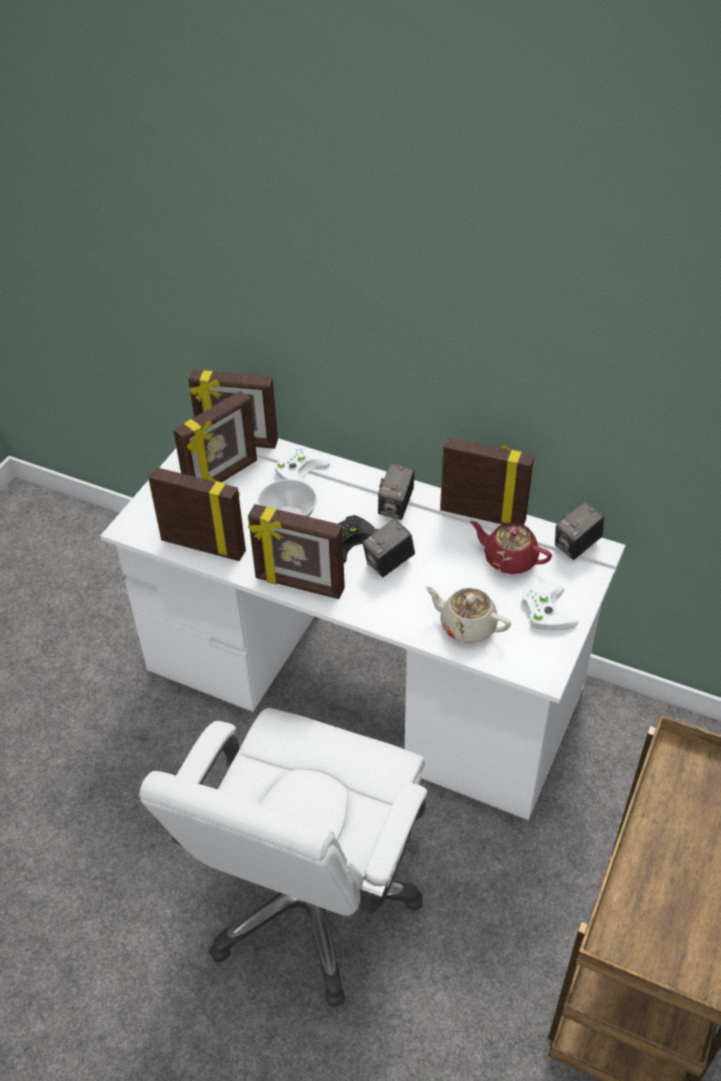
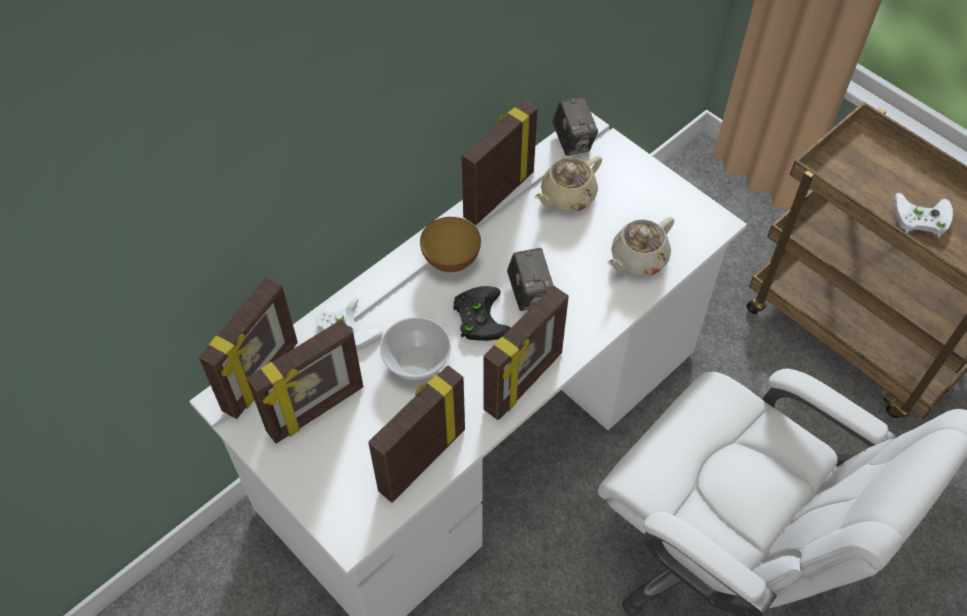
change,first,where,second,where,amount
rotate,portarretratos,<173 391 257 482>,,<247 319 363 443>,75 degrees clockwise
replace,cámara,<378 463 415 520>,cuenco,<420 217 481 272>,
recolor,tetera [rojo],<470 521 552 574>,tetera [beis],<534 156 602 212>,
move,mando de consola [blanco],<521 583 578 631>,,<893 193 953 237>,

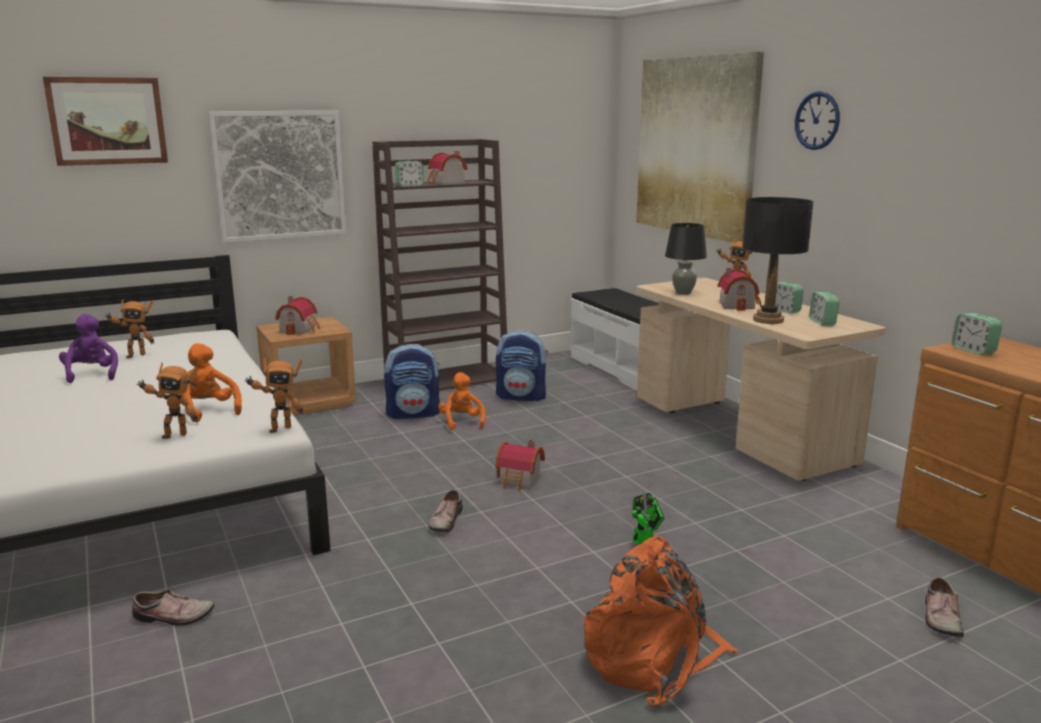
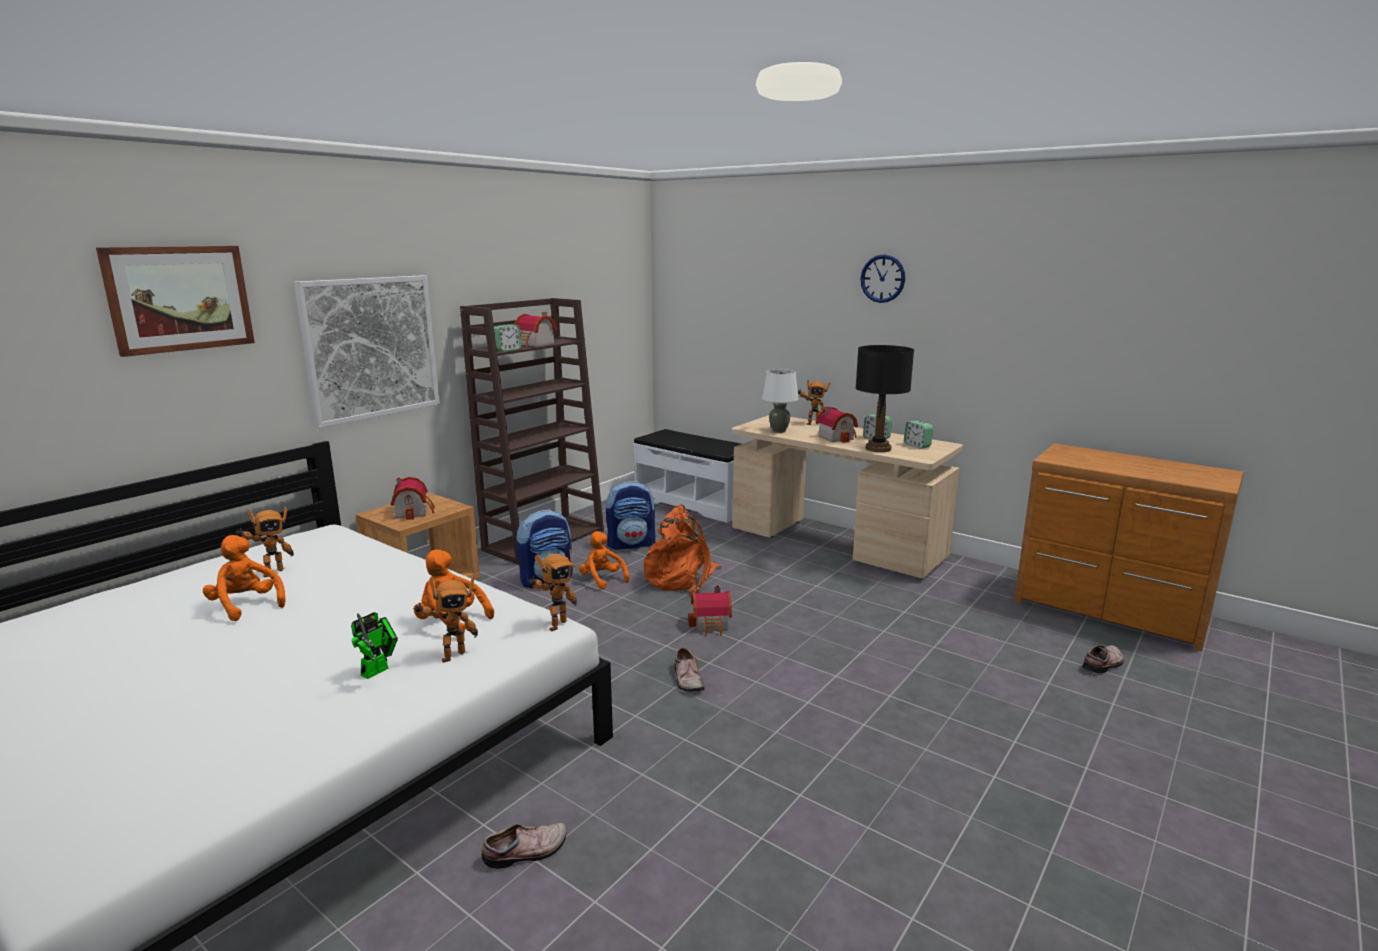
change,first,where,second,where,amount
recolor,peluche [morado],<59 314 118 383>,peluche [naranja],<203 535 286 621>,
move,mochila [naranja],<584 536 739 707>,,<643 504 723 594>,
move,robot de juguete,<632 492 665 545>,,<351 612 398 679>,
delete,cuadro,<636 51 764 243>,,,
recolor,lámpara de mesa [negro],<665 223 707 295>,lámpara de mesa [blanco],<762 369 799 433>,
rotate,zapato,<925 577 964 637>,,<1082 645 1124 674>,120 degrees counterclockwise
delete,despertador,<952 313 1002 355>,,,

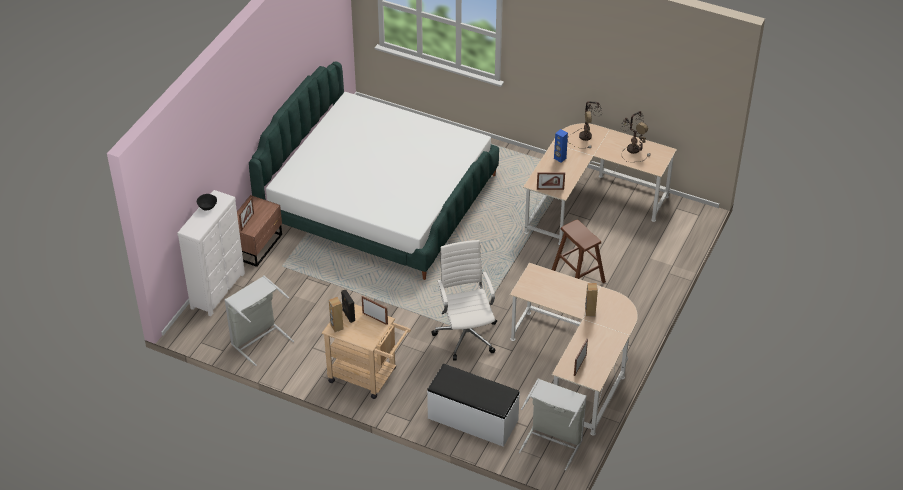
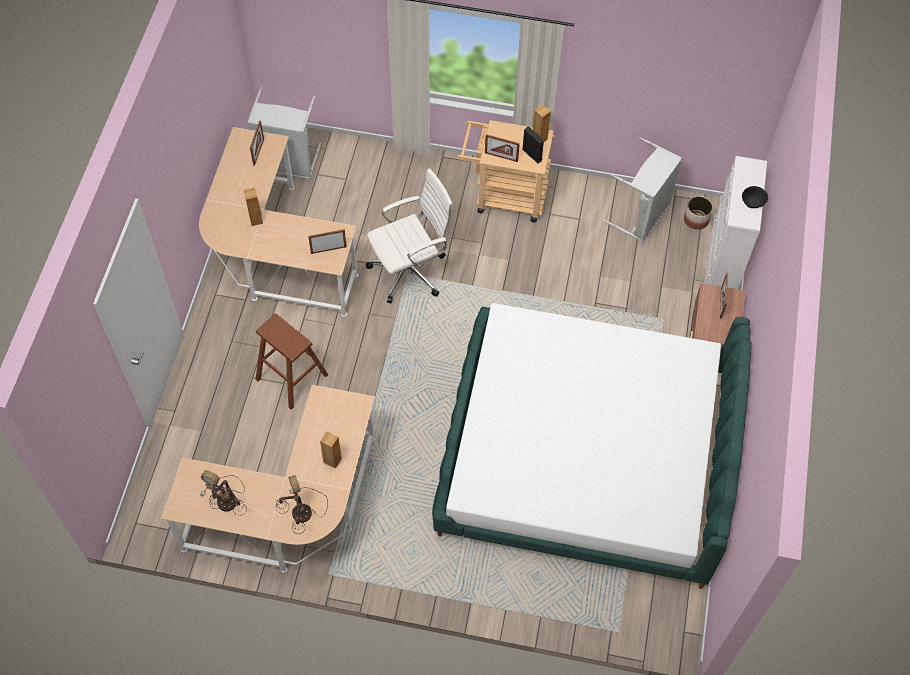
change,first,where,second,where,amount
delete,banco [blanco],<427 364 520 447>,,,
rotate,silla de oficina [blanco],<431 240 497 360>,,<366 168 453 303>,90 degrees counterclockwise
move,portarretratos,<537 172 565 190>,,<308 229 347 254>,
recolor,altavoz [azul],<554 129 568 162>,altavoz [marrón],<320 431 342 469>,
insert,,,maceta,<684 196 713 230>,

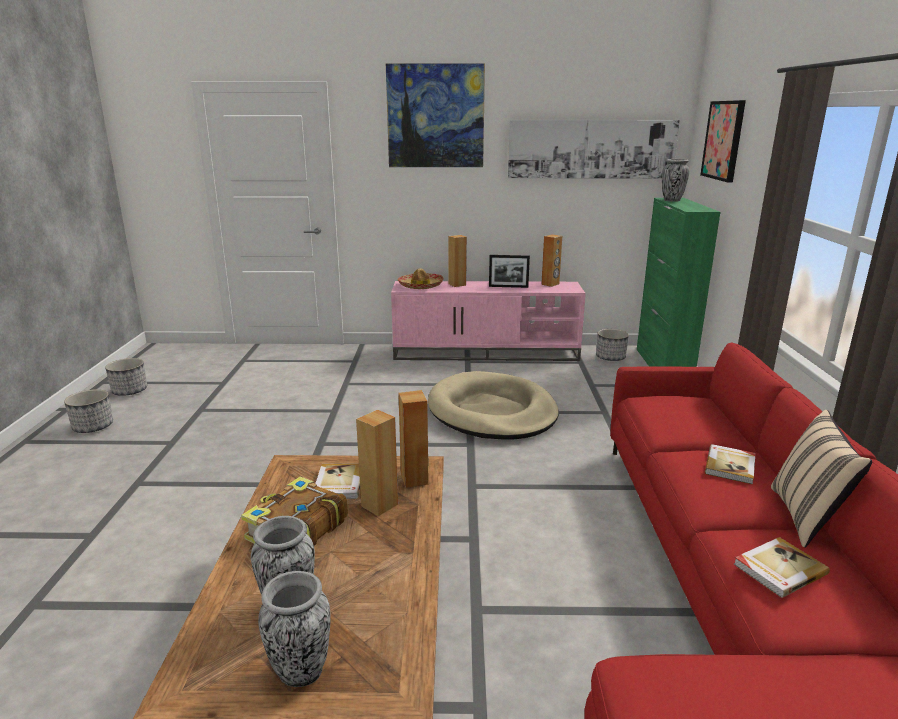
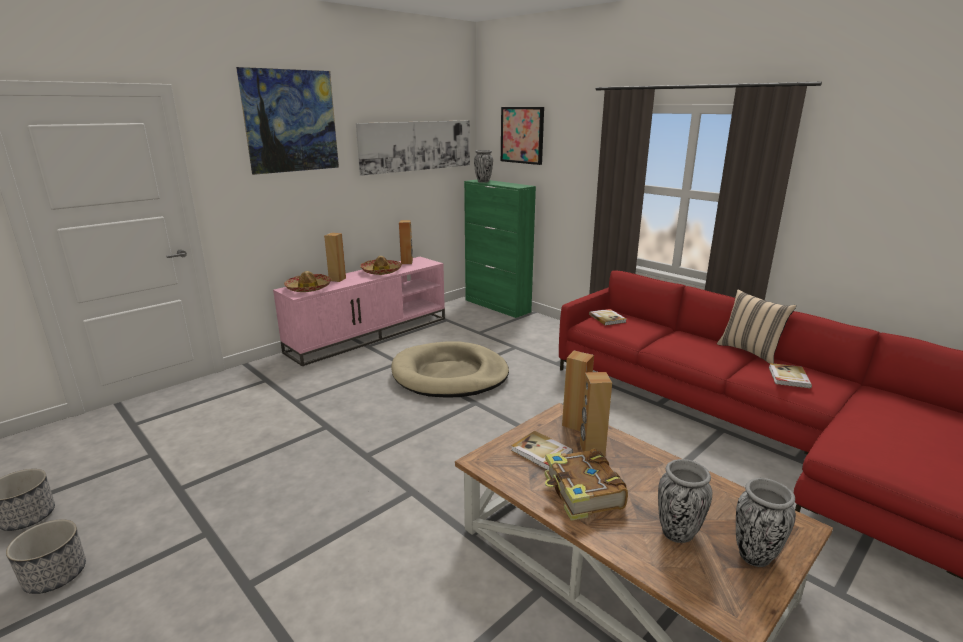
change,first,where,second,where,amount
replace,portarretratos,<489 255 530 288>,sombrero,<360 256 402 275>,
delete,maceta,<596 329 629 361>,,,
move,libro,<705 444 755 484>,,<589 309 626 326>,

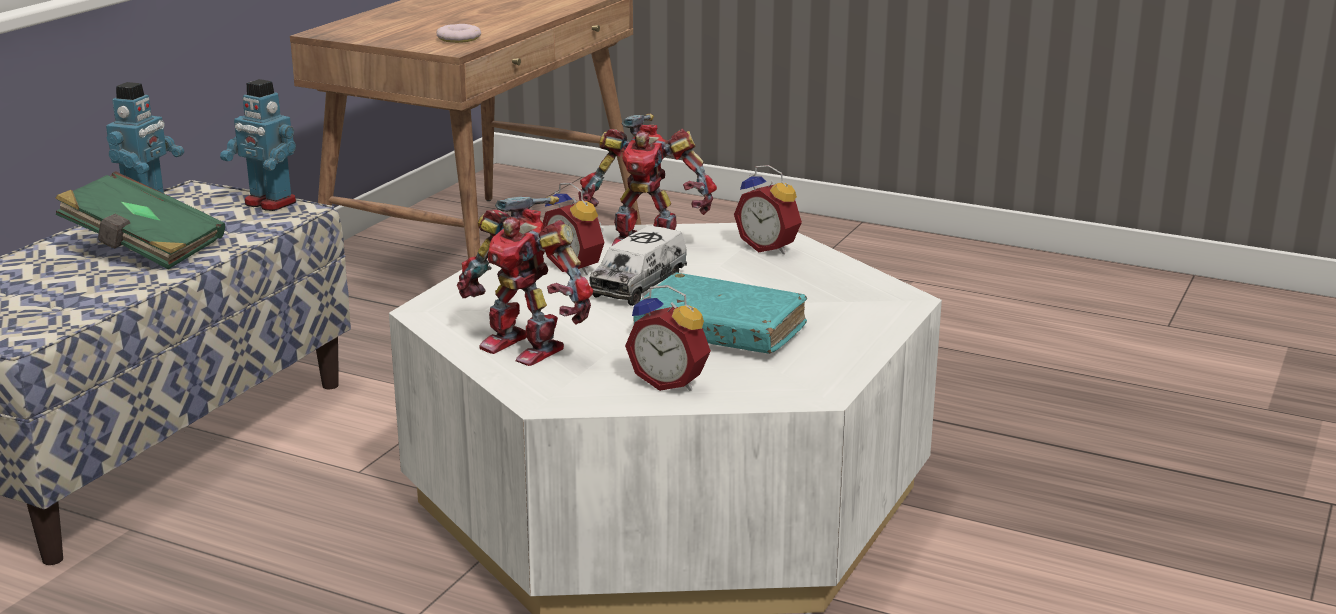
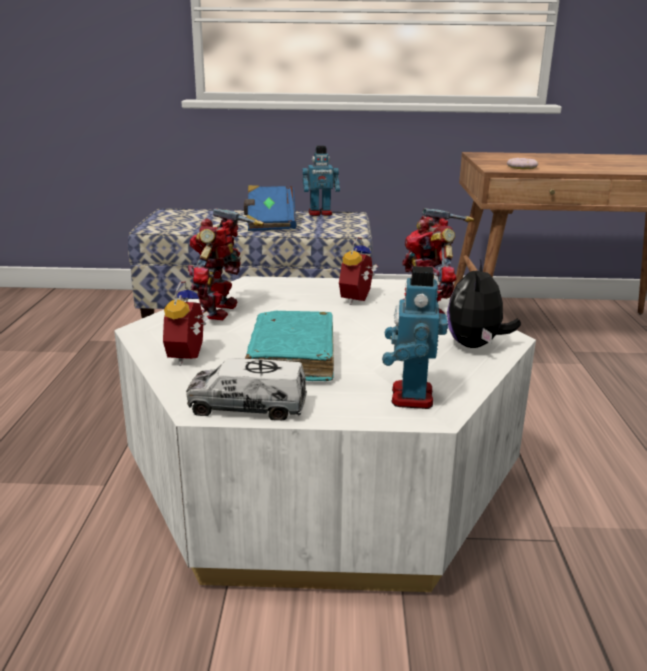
change,first,where,second,where,amount
recolor,libro [verde],<56 171 225 269>,libro [azul],<244 185 296 231>,
move,robot de juguete,<220 79 296 211>,,<382 266 448 409>,
move,camión de juguete,<589 226 687 306>,,<186 358 307 420>,
replace,despertador,<734 165 802 254>,peluche,<447 260 521 348>,

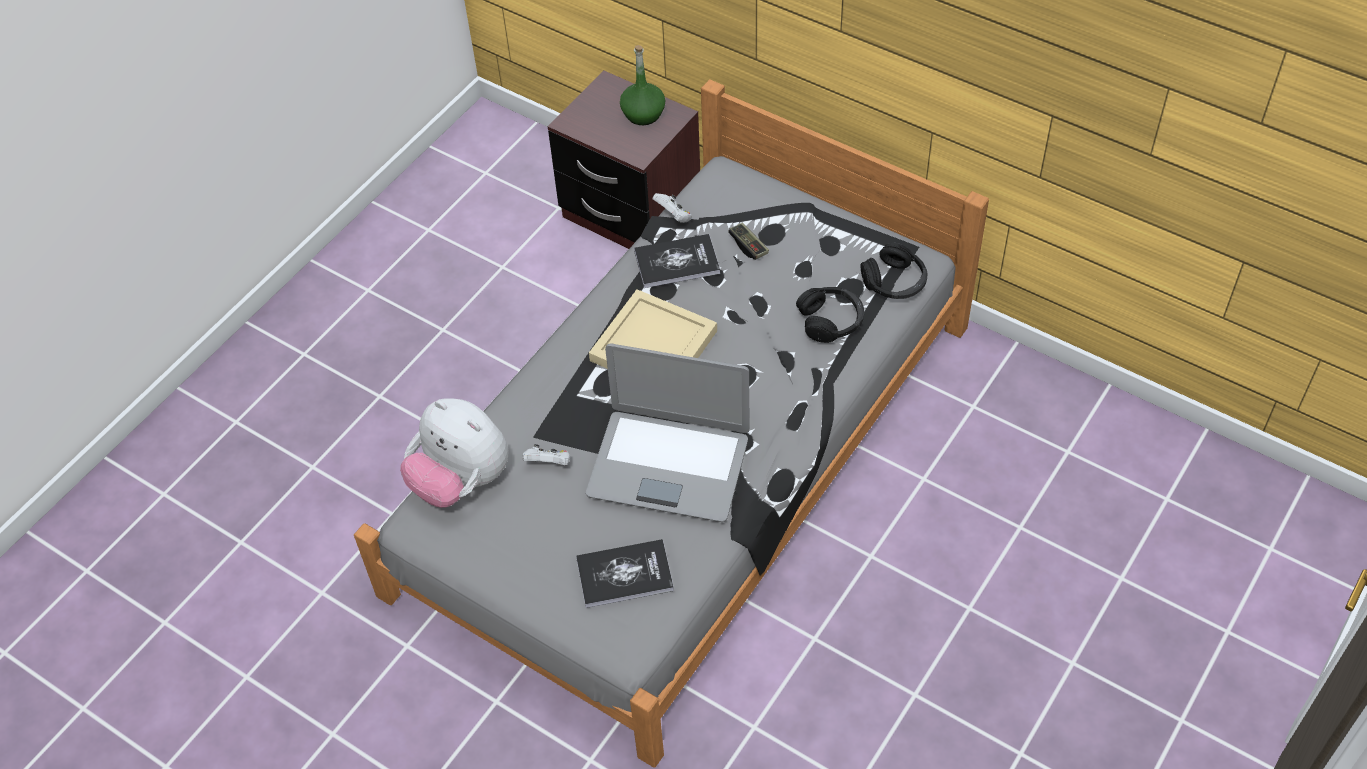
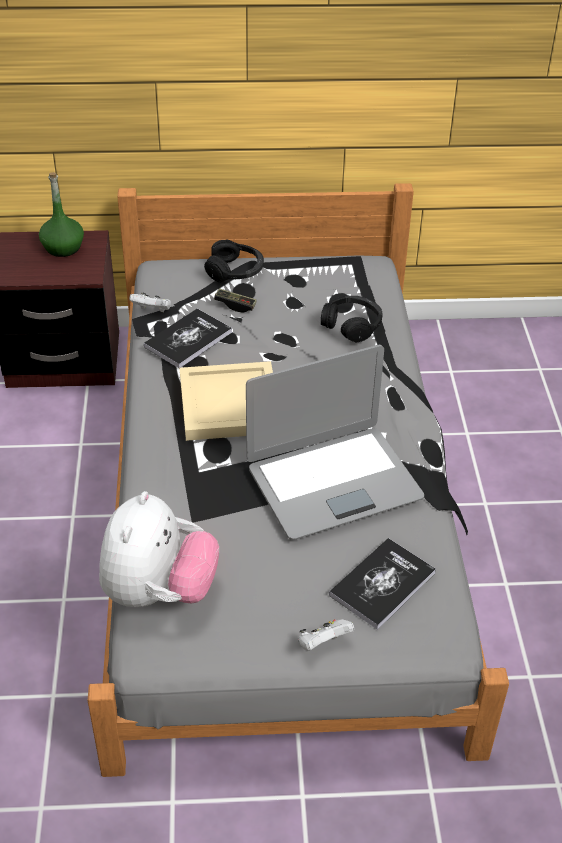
change,first,where,second,where,amount
rotate,peluche,<400 398 509 508>,,<99 491 219 607>,75 degrees counterclockwise
move,mando de consola [blanco],<522 444 570 465>,,<298 619 354 650>,
move,auriculares [negro],<861 242 927 299>,,<204 239 264 282>,

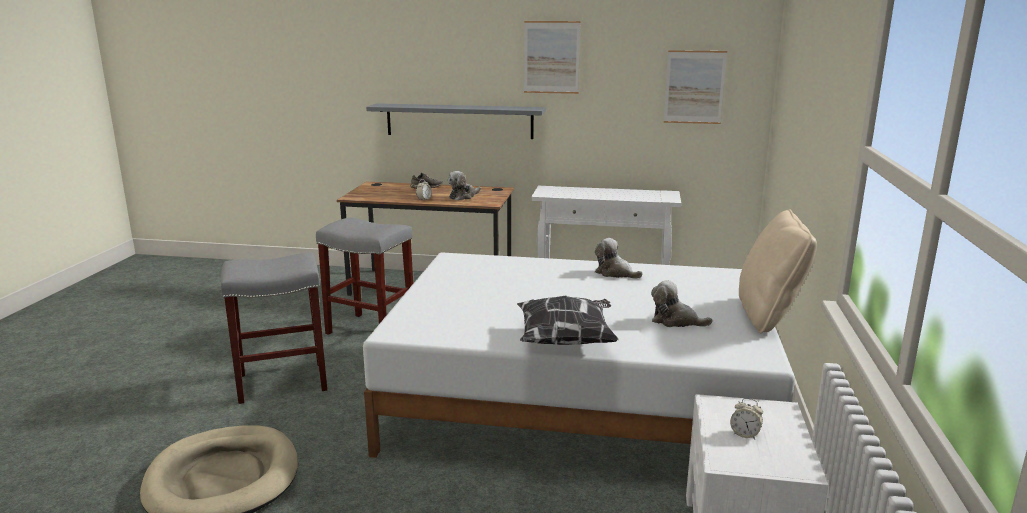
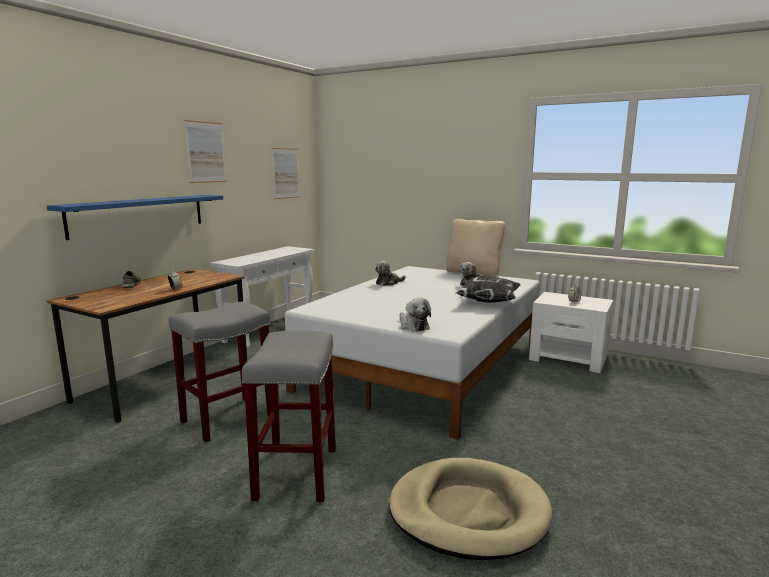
change,first,where,second,where,amount
recolor,estante [gris],<366 103 546 139>,estante [azul],<47 195 223 240>,
move,peluche,<448 171 481 201>,,<400 298 431 332>,

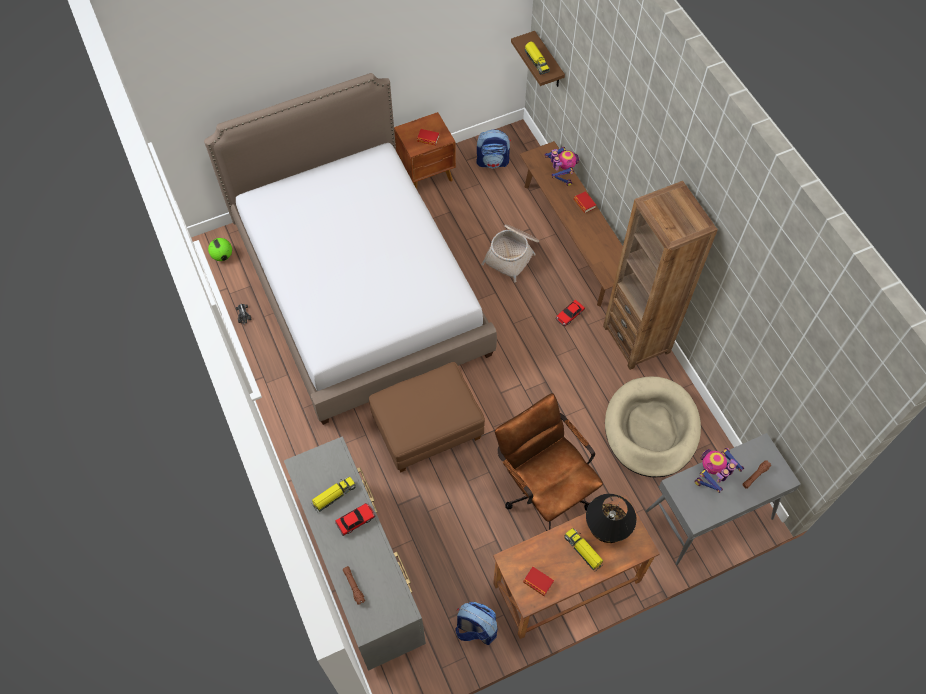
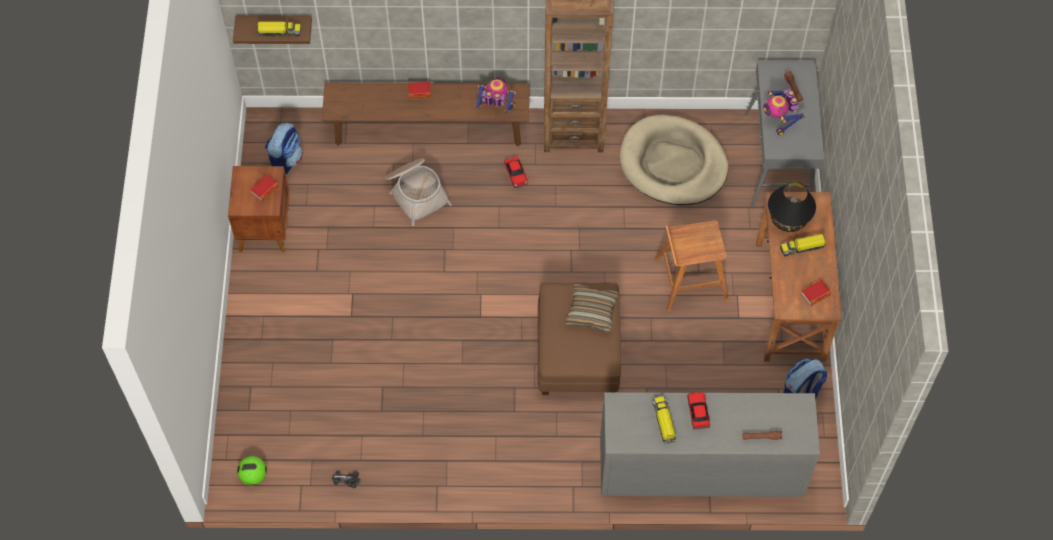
change,first,where,second,where,amount
delete,cama,<204 73 497 425>,,,
replace,silla de oficina [marrón],<495 393 603 530>,taburete [marrón],<655 221 728 312>,
move,robot de juguete,<544 147 579 186>,,<475 77 516 113>,
insert,,,cojín,<565 284 618 331>,

